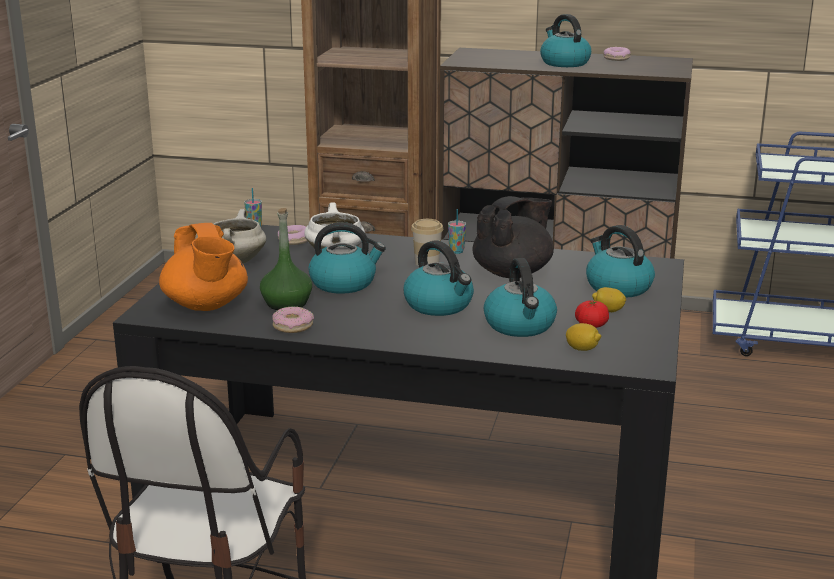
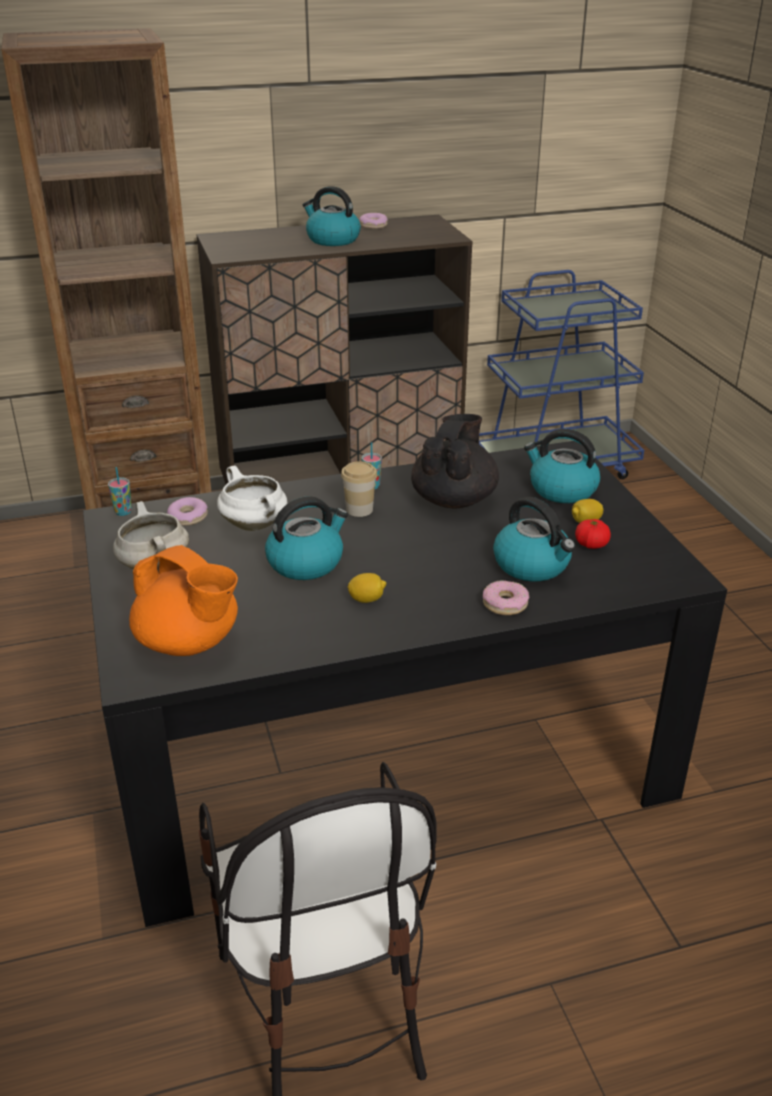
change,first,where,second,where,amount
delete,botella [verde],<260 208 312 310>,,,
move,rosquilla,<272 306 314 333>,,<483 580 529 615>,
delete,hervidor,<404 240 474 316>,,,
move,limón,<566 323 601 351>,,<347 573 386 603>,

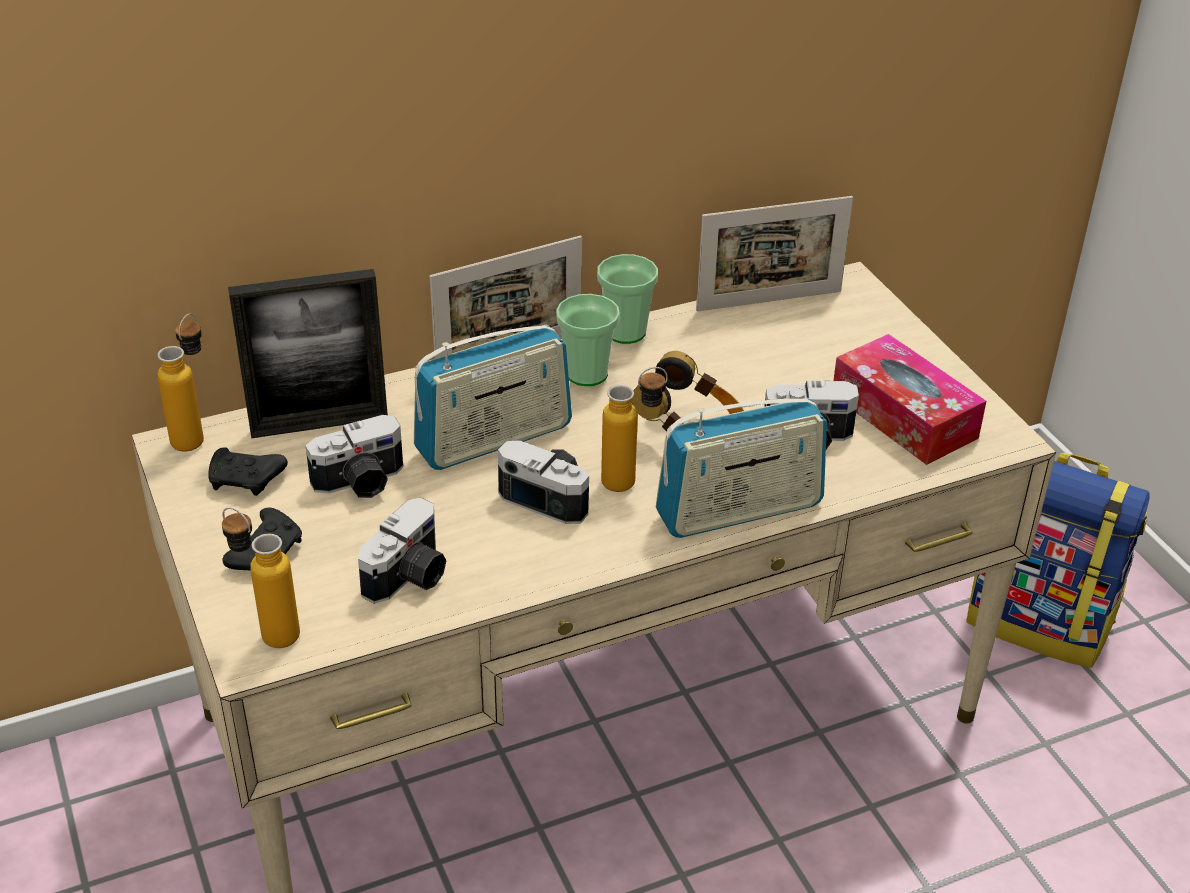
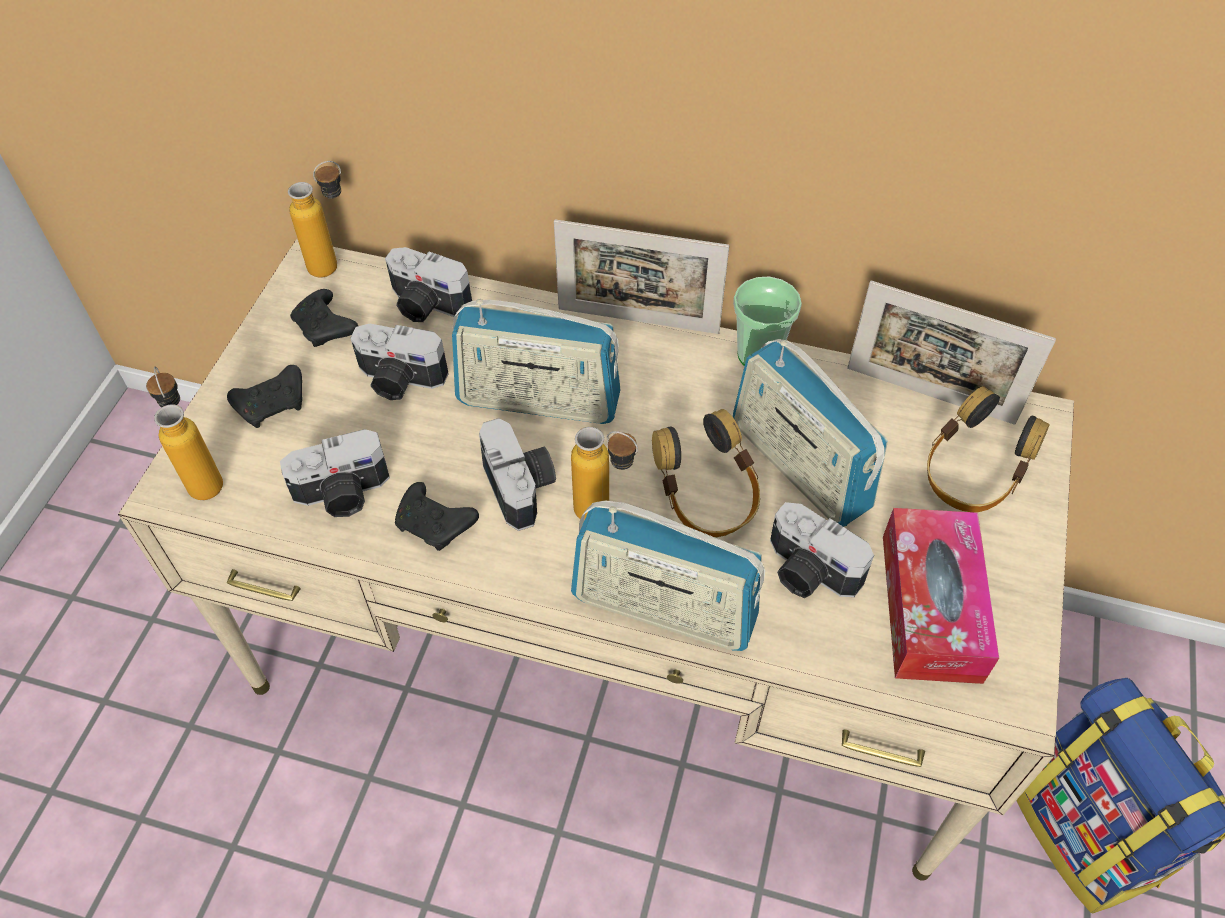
change,first,where,second,where,amount
replace,portarretratos,<228 269 388 438>,cámara,<385 247 472 322>,
delete,taza,<556 294 620 386>,,,
insert,,,mando de consola [negro],<395 482 479 551>,
insert,,,radio,<733 339 888 527>,
insert,,,auriculares,<927 386 1050 512>,

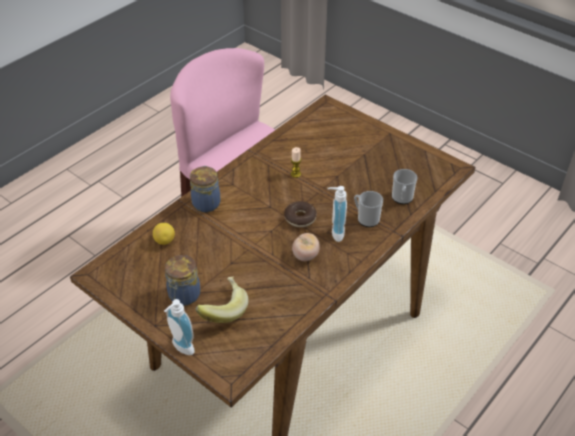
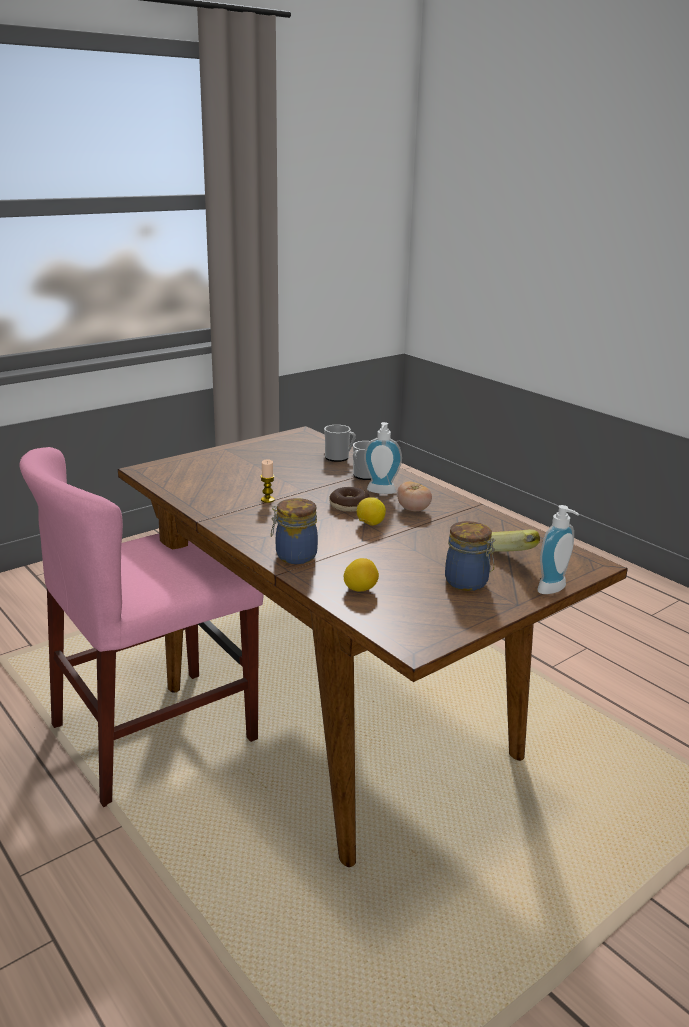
change,first,where,second,where,amount
insert,,,limón,<357 497 386 526>,

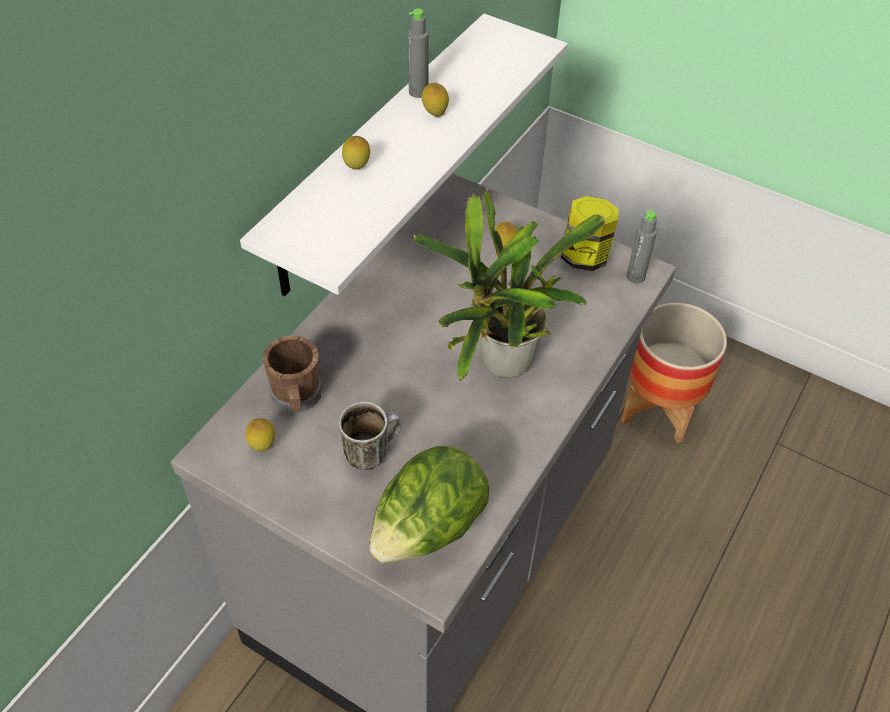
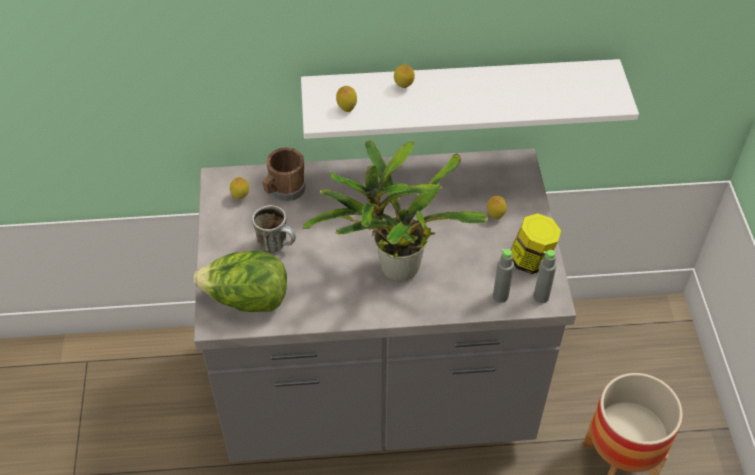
change,first,where,second,where,amount
move,botella [gris],<408 9 429 98>,,<493 249 514 303>,
move,limón,<422 83 449 117>,,<336 86 357 112>,

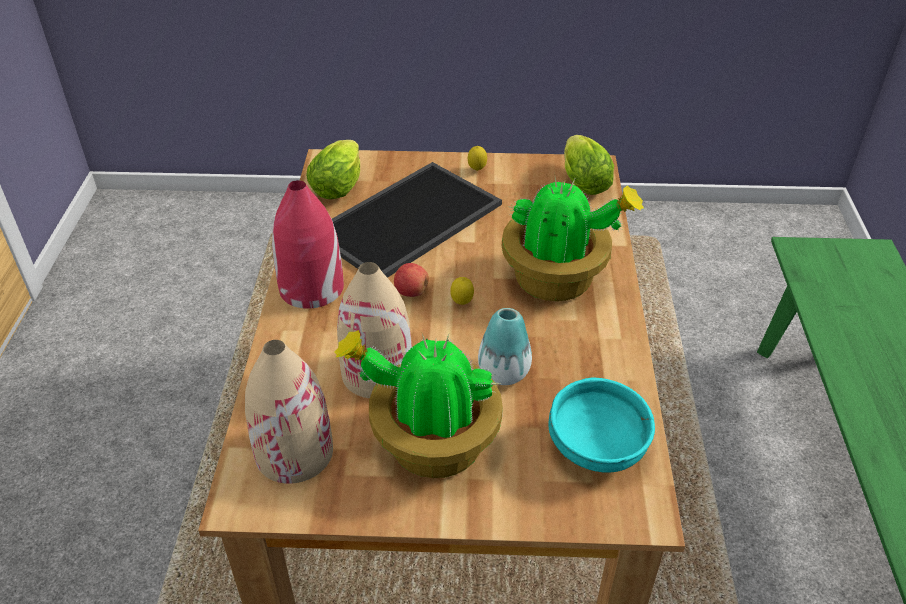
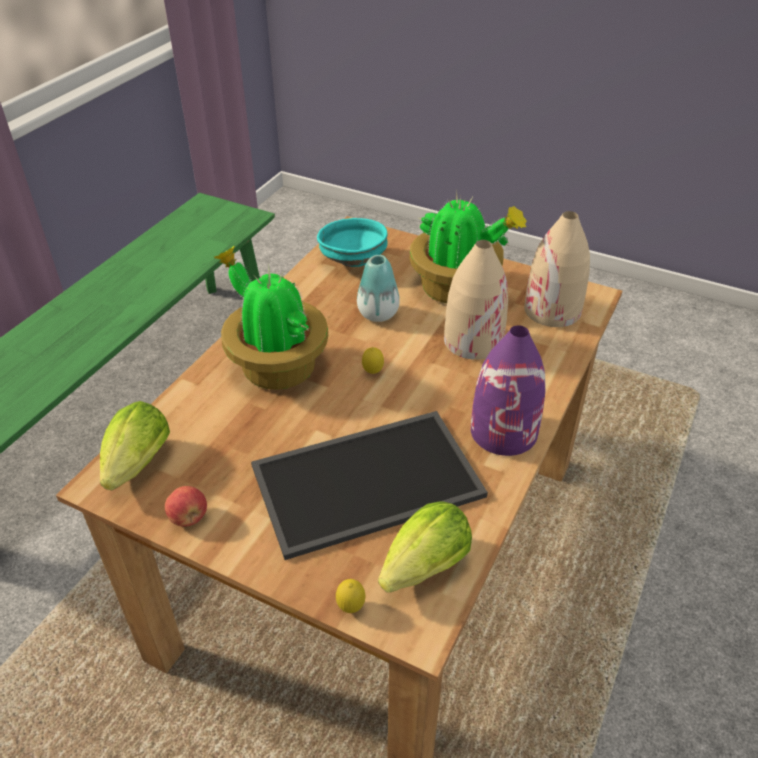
change,first,where,second,where,amount
recolor,florero [rojo],<272 180 344 309>,florero [morado],<471 326 546 456>,
move,manzana,<394 263 429 297>,,<165 486 207 527>,
move,limón,<468 146 487 171>,,<336 579 365 613>,

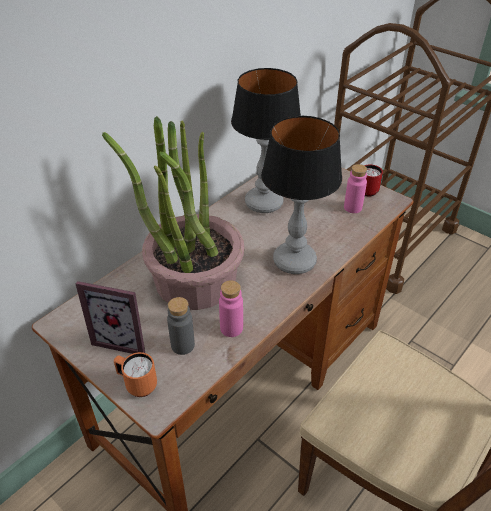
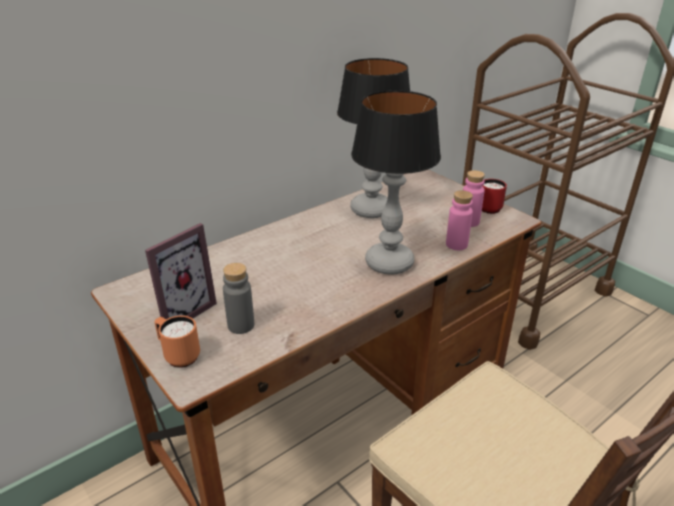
change,first,where,second,where,amount
rotate,portarretratos,<76 281 145 354>,,<145 223 217 319>,75 degrees counterclockwise
delete,planta en maceta,<102 116 244 310>,,,
move,botella [rosa],<219 280 243 337>,,<446 190 473 250>,

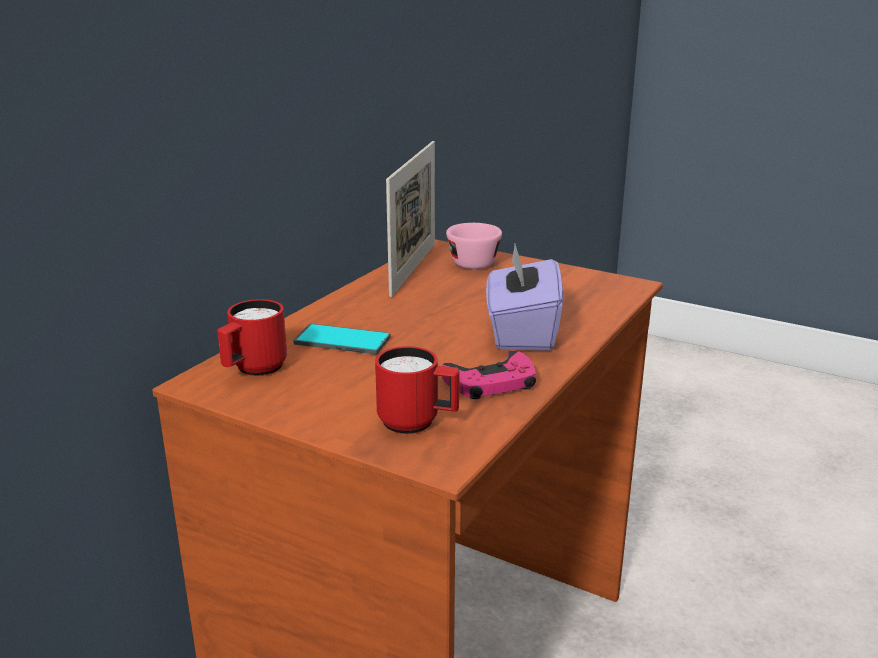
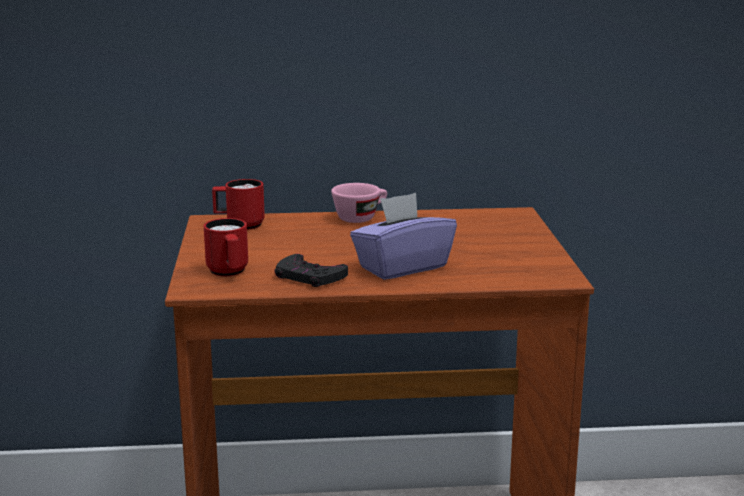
change,first,where,second,where,amount
delete,móvil,<294 324 391 355>,,,
delete,portarretratos,<386 141 435 297>,,,
recolor,mando de consola [rosa],<442 351 536 399>,mando de consola [negro],<274 254 348 287>,
move,taza [rosa],<446 223 502 269>,,<331 183 387 223>,

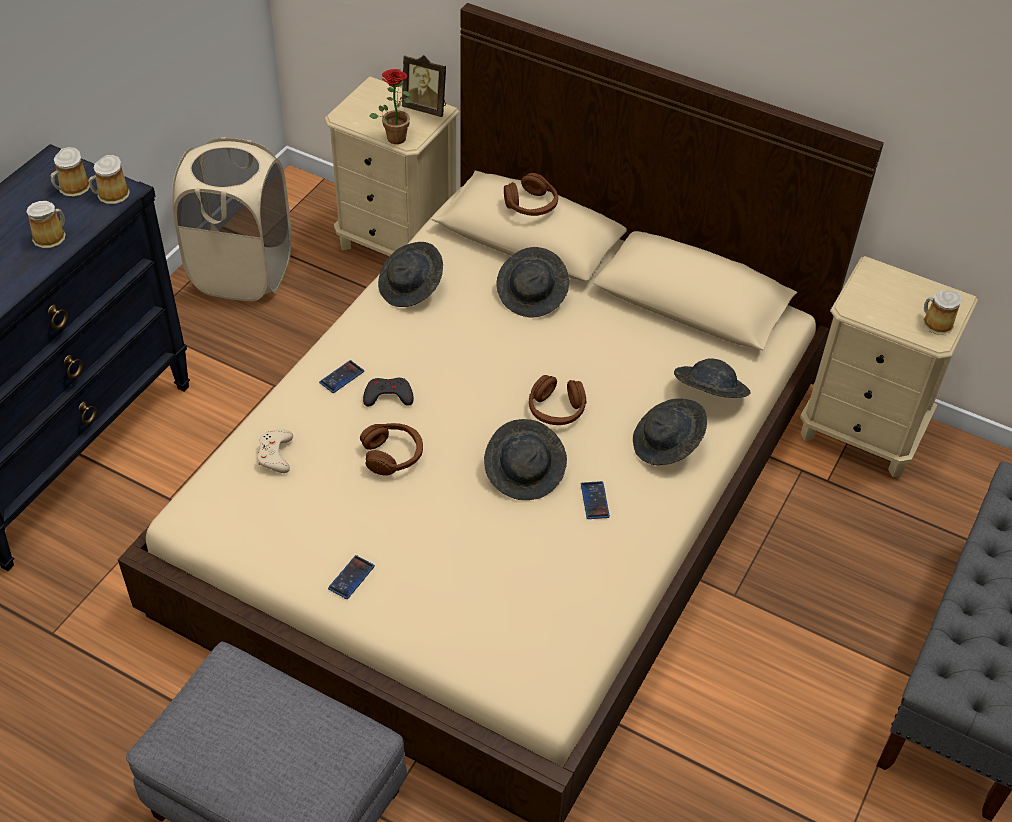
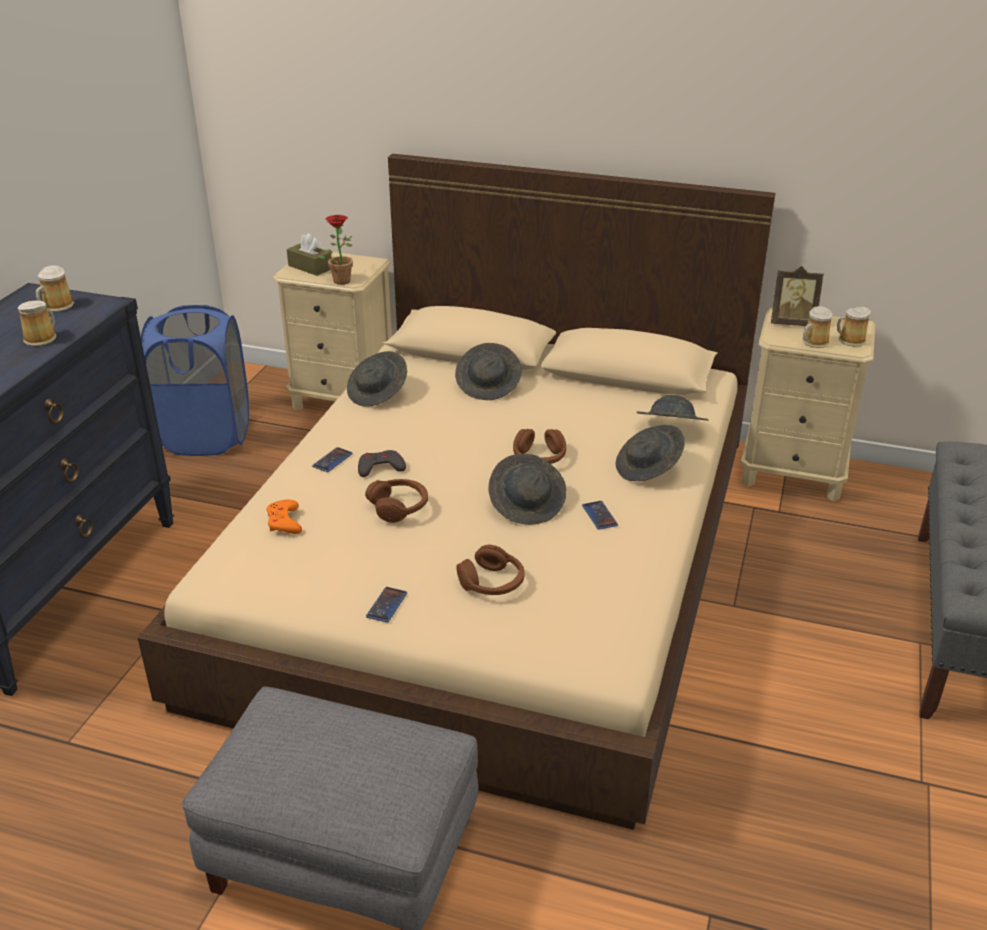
change,first,where,second,where,amount
move,taza grande,<89 155 130 204>,,<802 306 832 348>,
recolor,cesto de la ropa [beis],<172 137 291 301>,cesto de la ropa [azul],<141 305 249 456>,
recolor,mando de consola [beis],<257 429 293 473>,mando de consola [naranja],<267 500 302 534>,
move,portarretratos,<402 55 446 117>,,<771 266 824 326>,
move,auriculares [marrón],<504 173 558 216>,,<456 545 524 595>,
insert,,,caja de pañuelos [marrón],<287 233 332 276>,

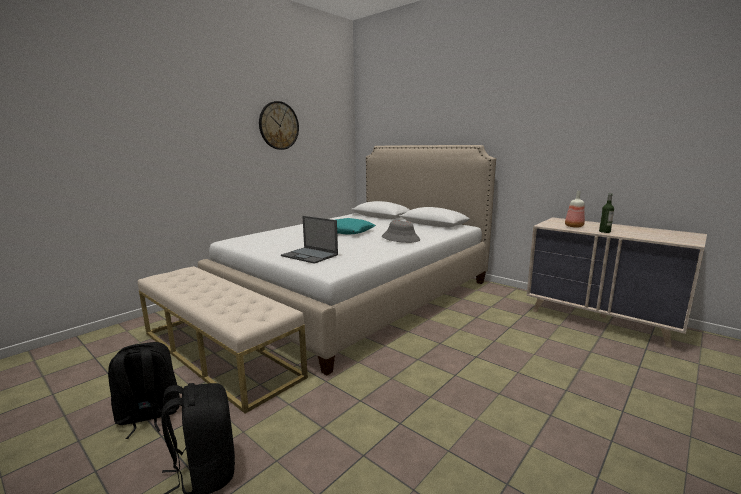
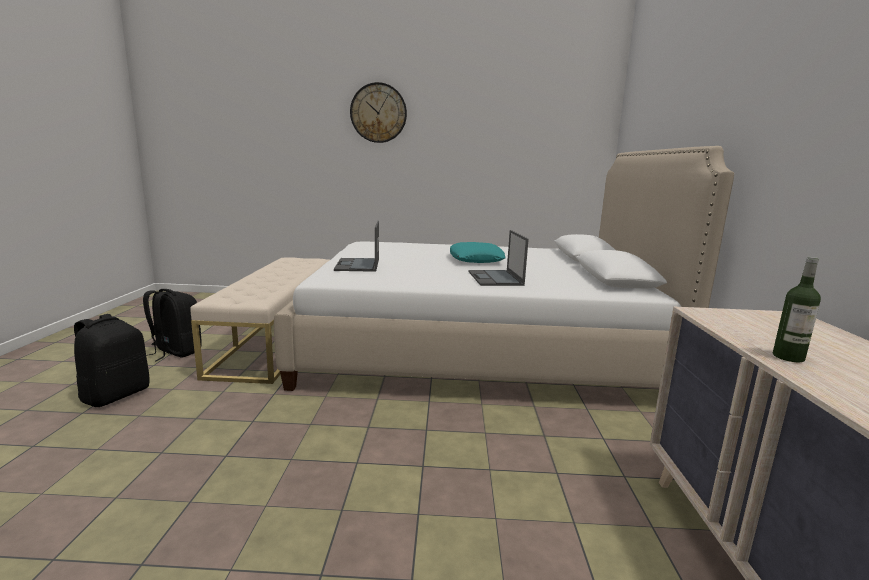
change,first,where,second,where,amount
move,reloj de pared,<259 101 299 150>,,<350 82 407 143>,
replace,sombrero [gris],<382 221 420 243>,portátil,<468 230 529 286>,
delete,botella,<565 191 585 228>,,,

